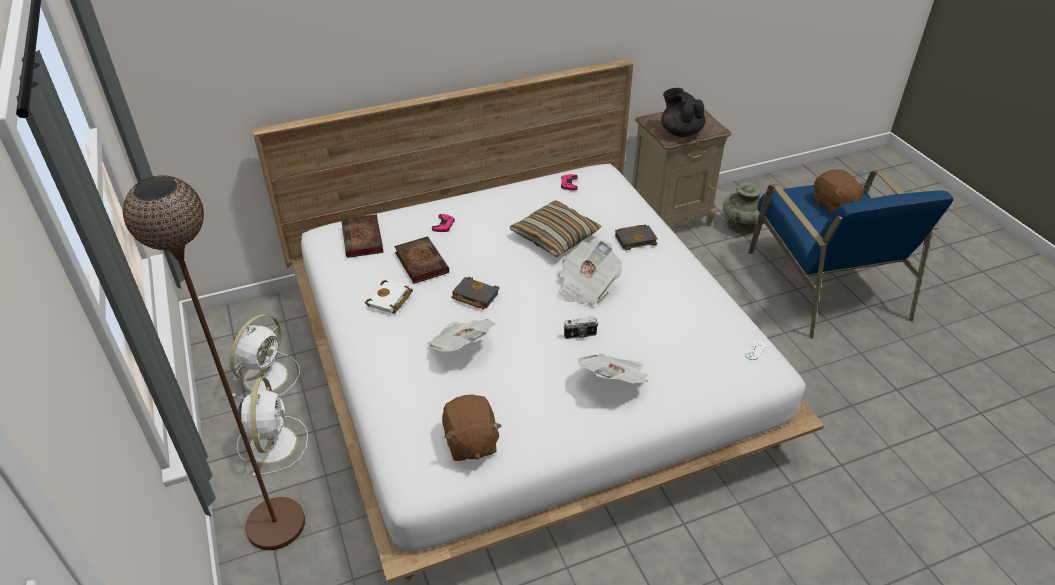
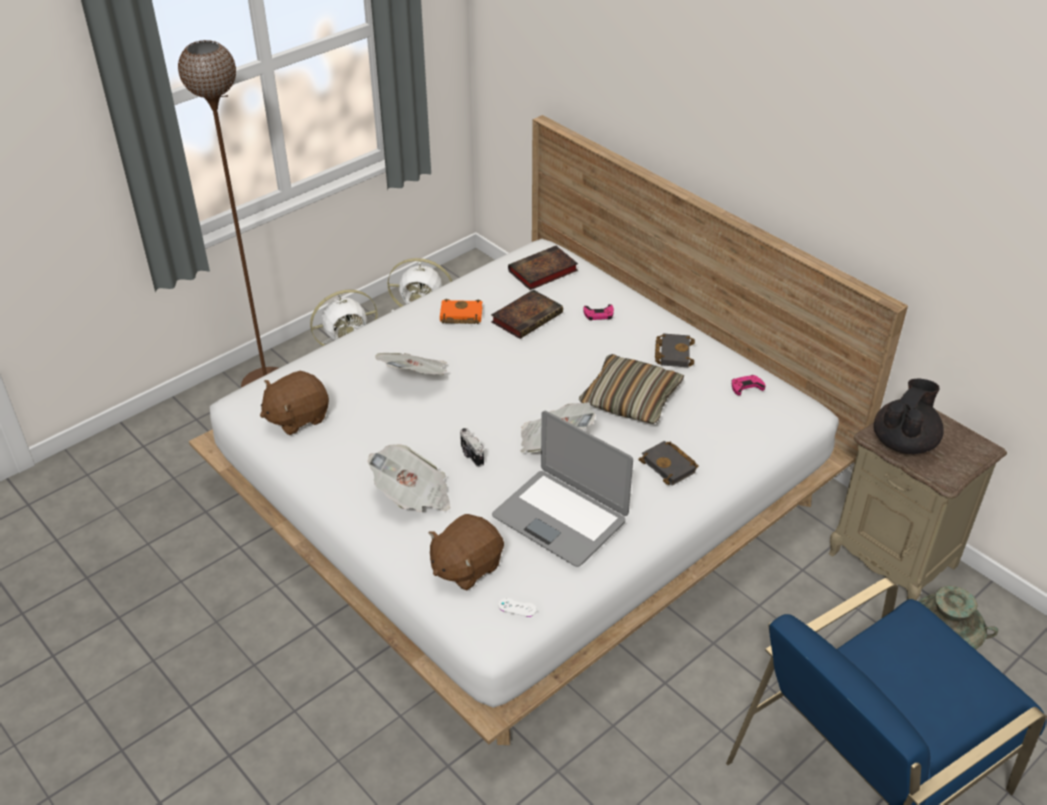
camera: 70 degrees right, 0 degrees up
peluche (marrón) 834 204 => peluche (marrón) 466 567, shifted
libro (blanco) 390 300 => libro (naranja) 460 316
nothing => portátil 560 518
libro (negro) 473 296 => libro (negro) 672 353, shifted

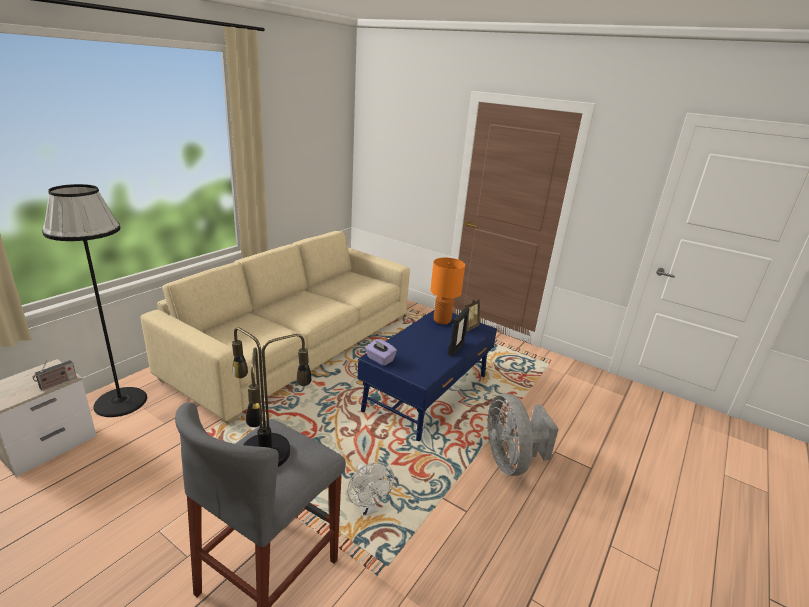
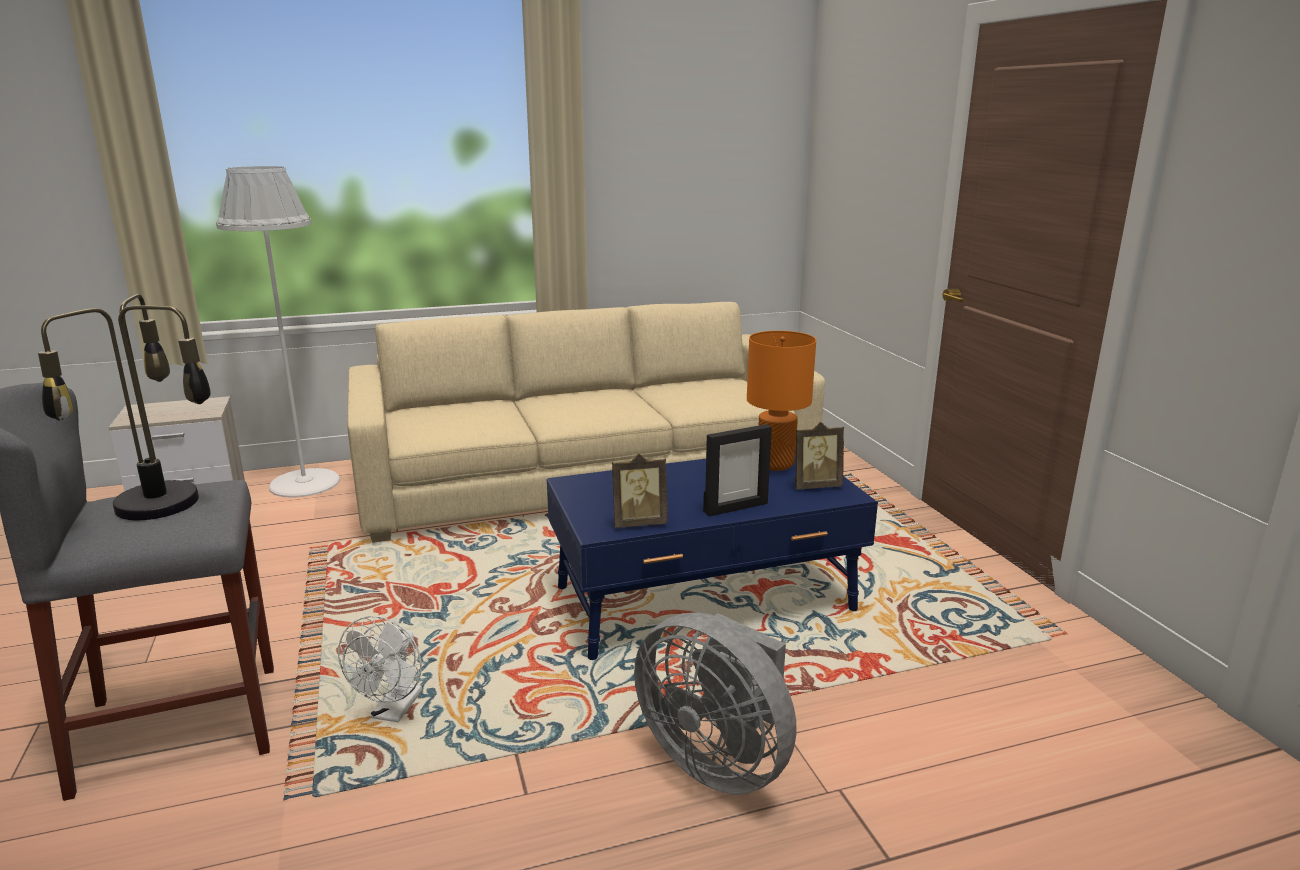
camera: 40 degrees right, 5 degrees down
lámpara de pie (negro) 120 401 => lámpara de pie (blanco) 305 483
nothing => portarretratos 639 523
ventilador (gris) 510 460 => ventilador (gris) 718 760, 75 degrees counterclockwise
radio 56 383 => nothing
caja de pañuelos (morado) 380 359 => nothing

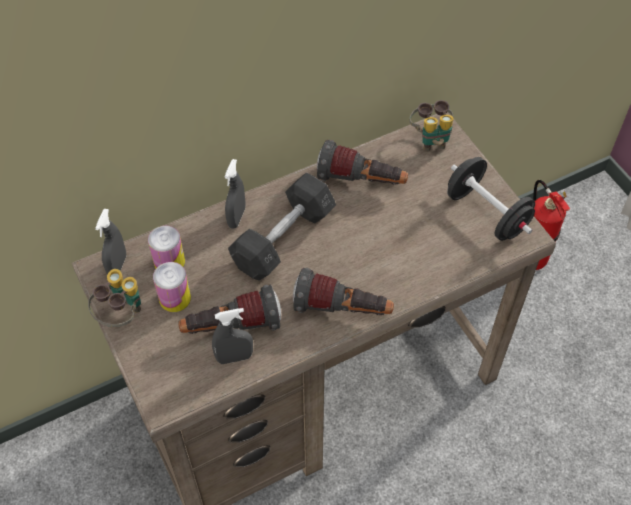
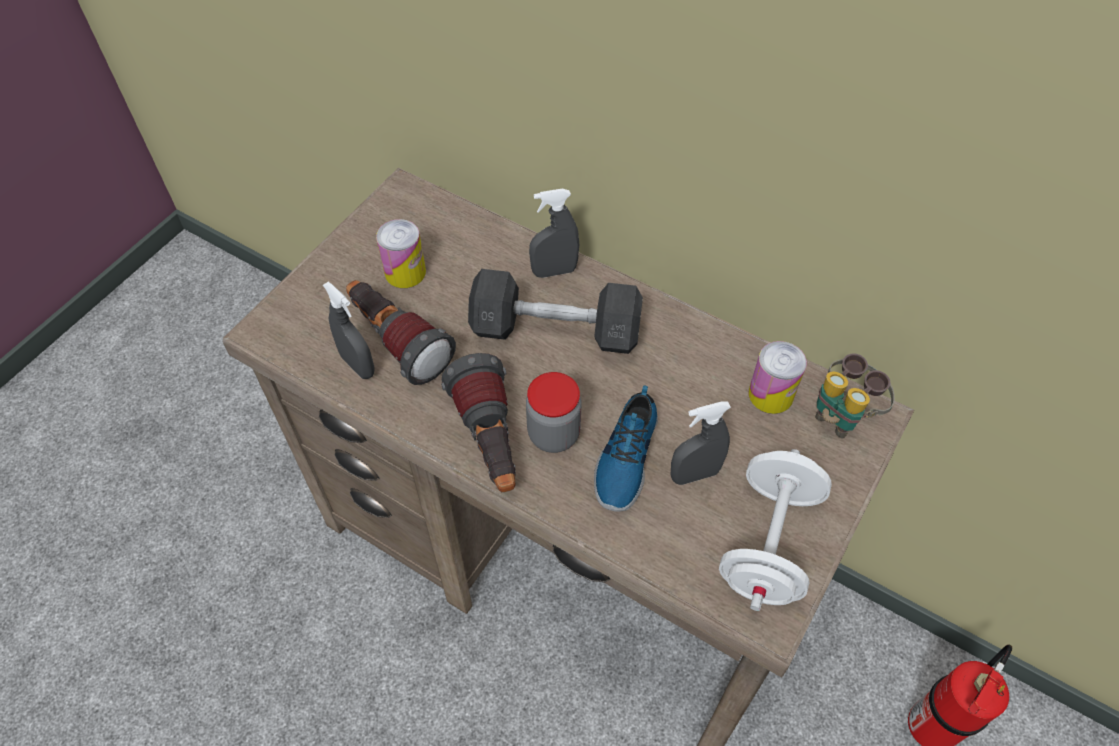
camera: 60 degrees right, 0 degrees up
nothing => tarro 553 434
nothing => zapato 624 458
pulverizador (gris) 117 266 => pulverizador (gris) 694 474, shifted
mancuerna (negro) 486 213 => mancuerna (blanco) 768 544
lata 169 262 => lata 770 394, shifted
prismáticos 121 315 => nothing
linterna 361 181 => nothing

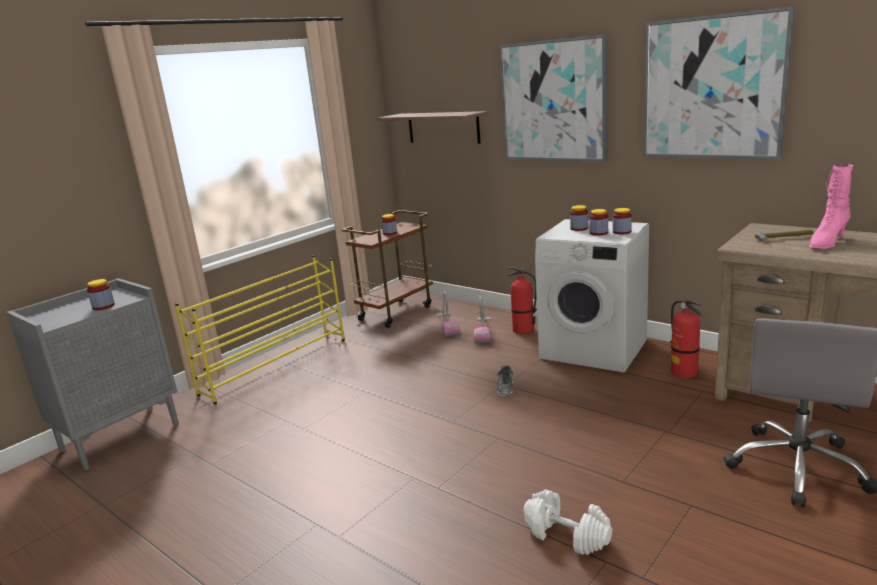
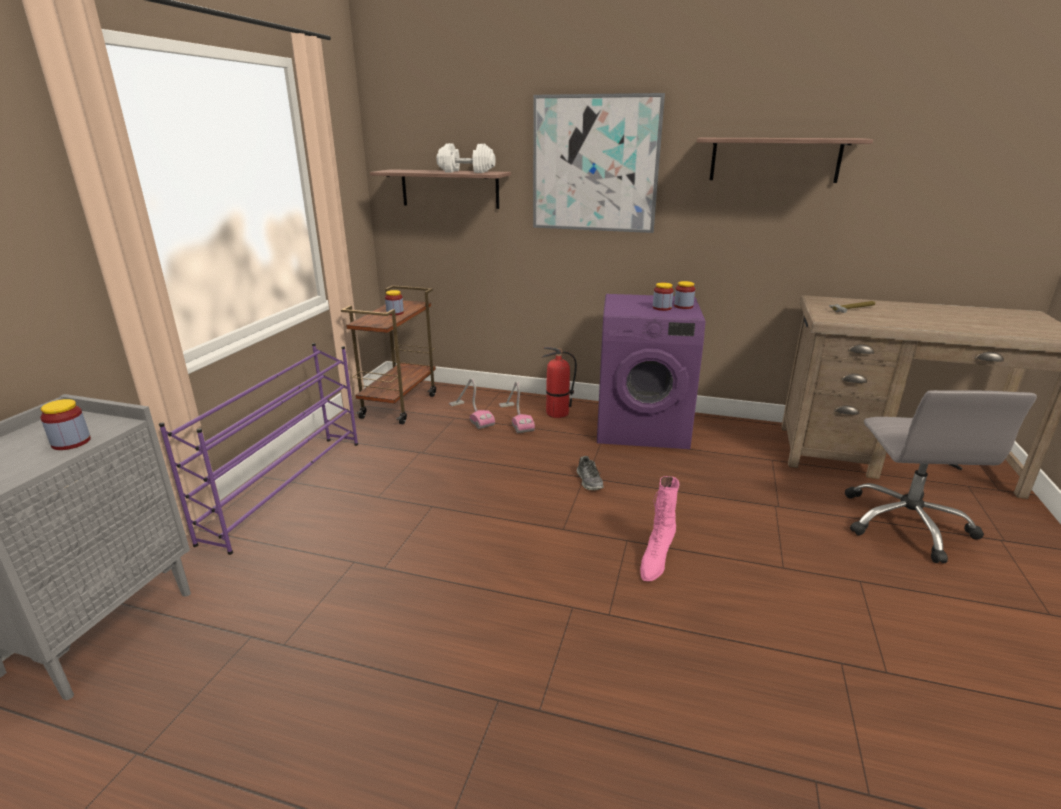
camera: 25 degrees left, 5 degrees up
zapatero (amarillo) 277 365 => zapatero (morado) 288 488
mancuerna (blanco) 566 535 => mancuerna (blanco) 466 172, shifted
lavadora (blanco) 592 349 => lavadora (morado) 642 428
bota (rosa) 826 242 => bota (rosa) 655 560, shifted
cuadro 713 88 => estante 774 159
tarro 579 228 => nothing
extintor 684 372 => nothing

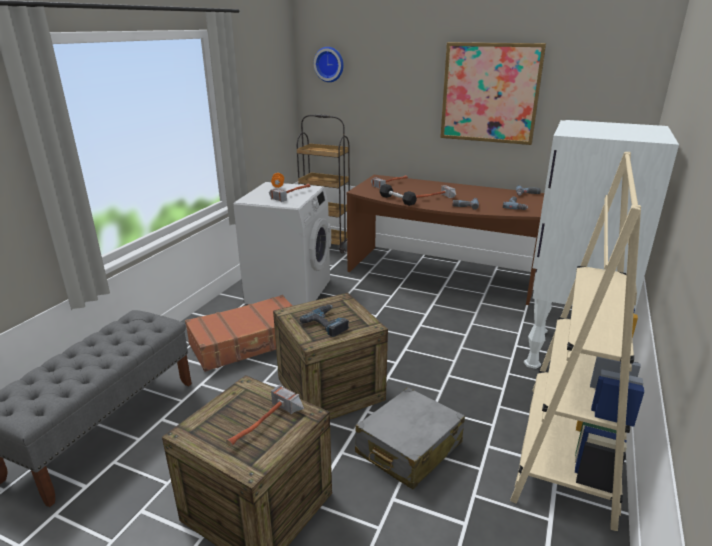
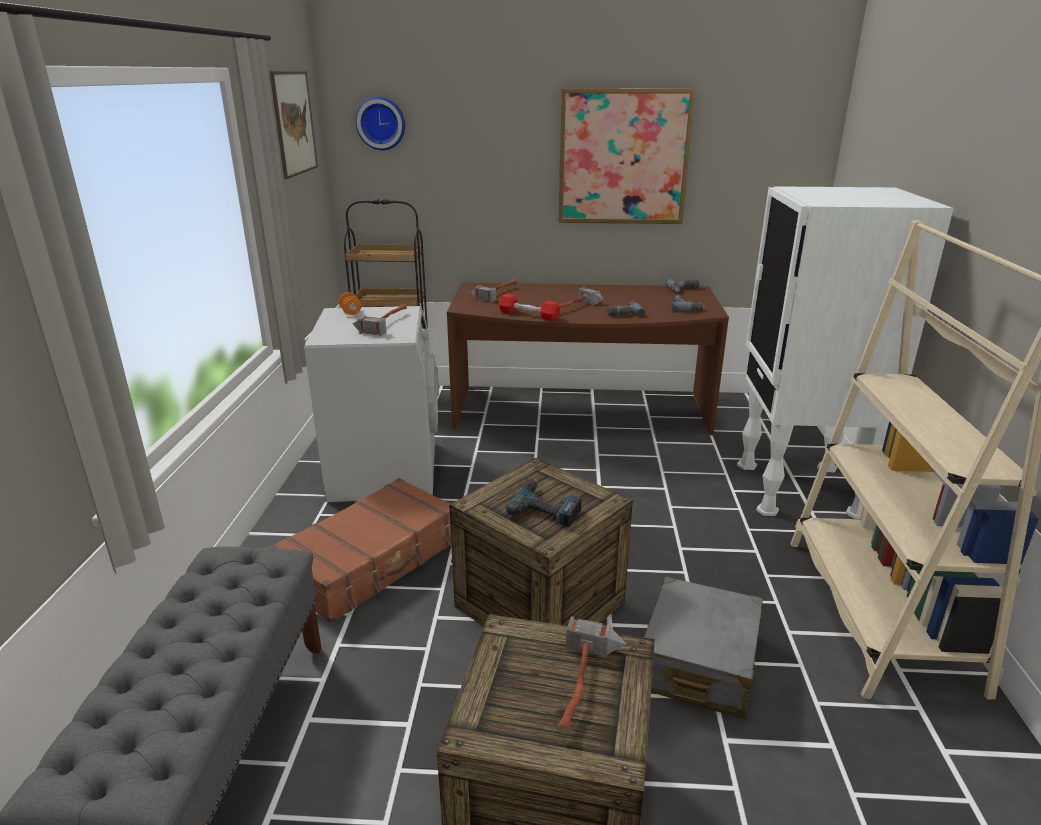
camera: 20 degrees left, 0 degrees up
nothing => cuadro 294 123
mancuerna (negro) 397 200 => mancuerna (rojo) 528 315

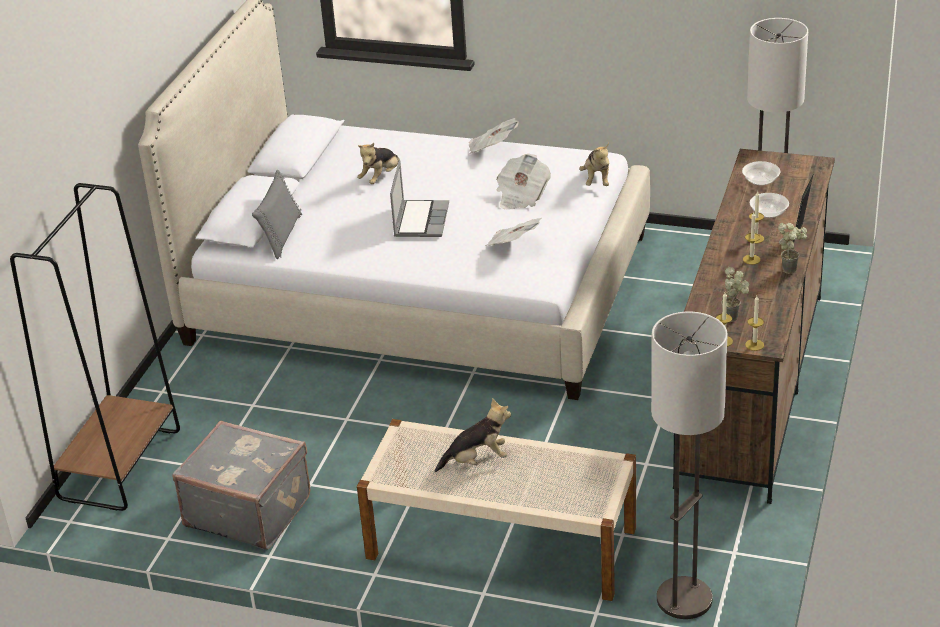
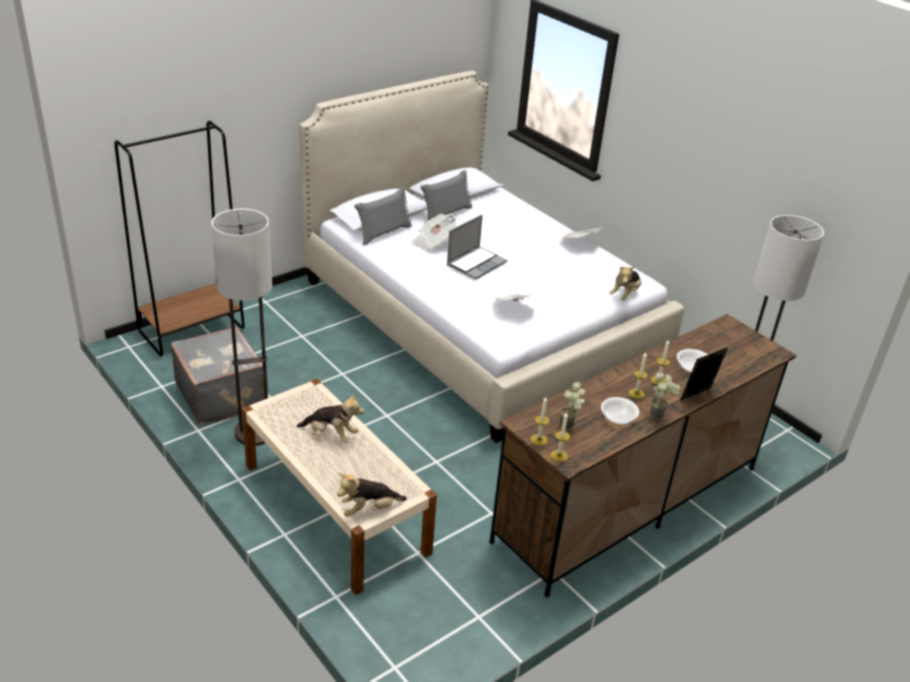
camera: 30 degrees right, 0 degrees up
lámpara de pie 684 599 => lámpara de pie 254 432, shifted
peluche 380 177 => peluche 369 509, shifted
periódico 521 196 => periódico 433 242, shifted
nothing => cojín (gris) 446 214
cuenco 760 181 => cuenco 618 418, shifted

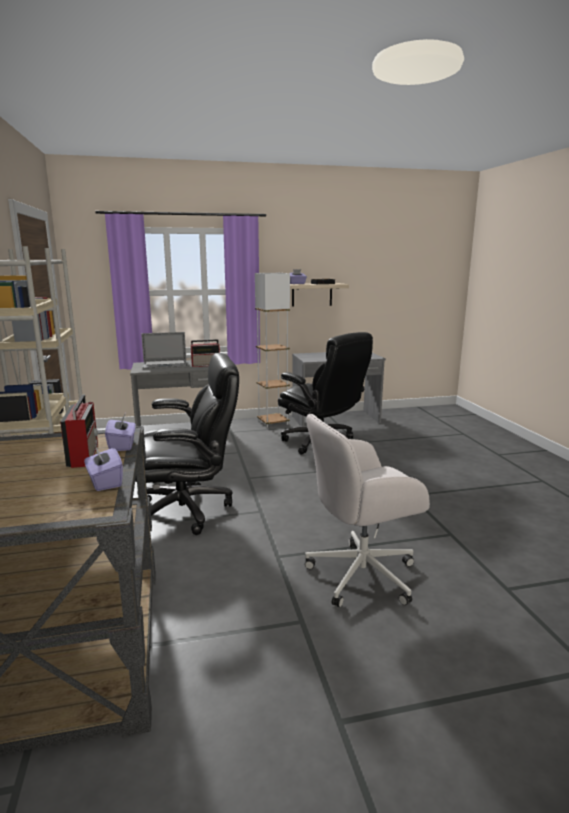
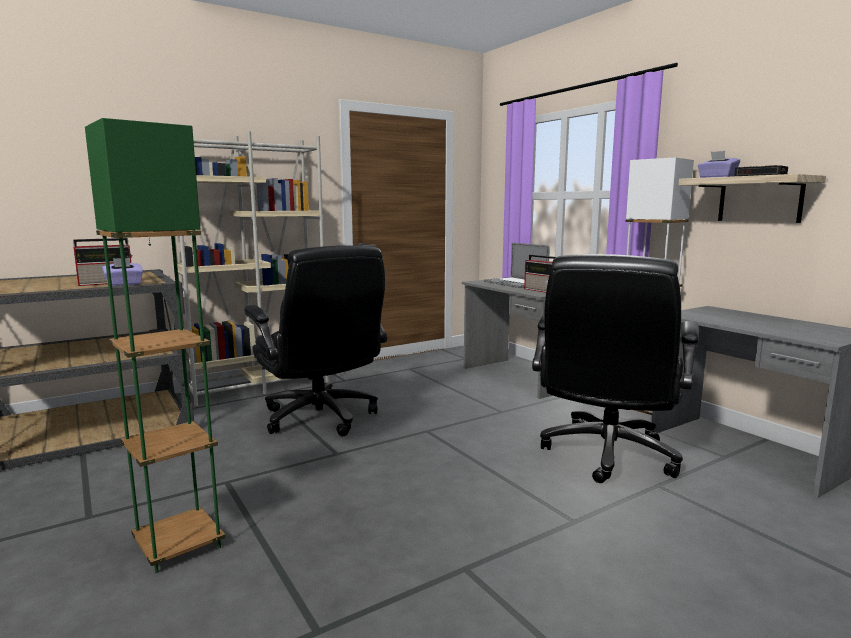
camera: 70 degrees right, 5 degrees down
silla de oficina (blanco) 362 575 => lámpara de pie (verde) 179 545
caja de pañuelos (morado) 104 482 => nothing

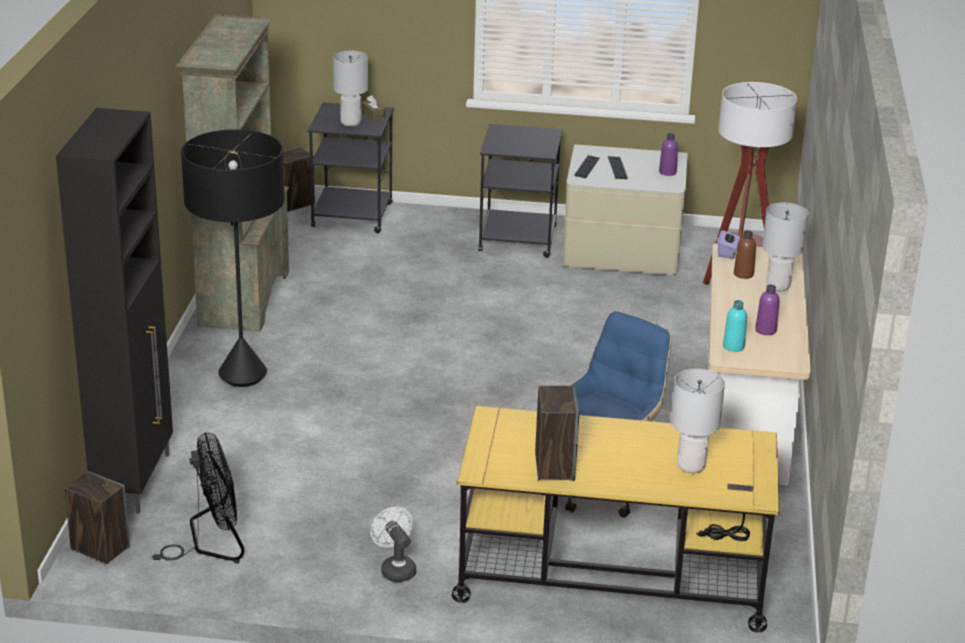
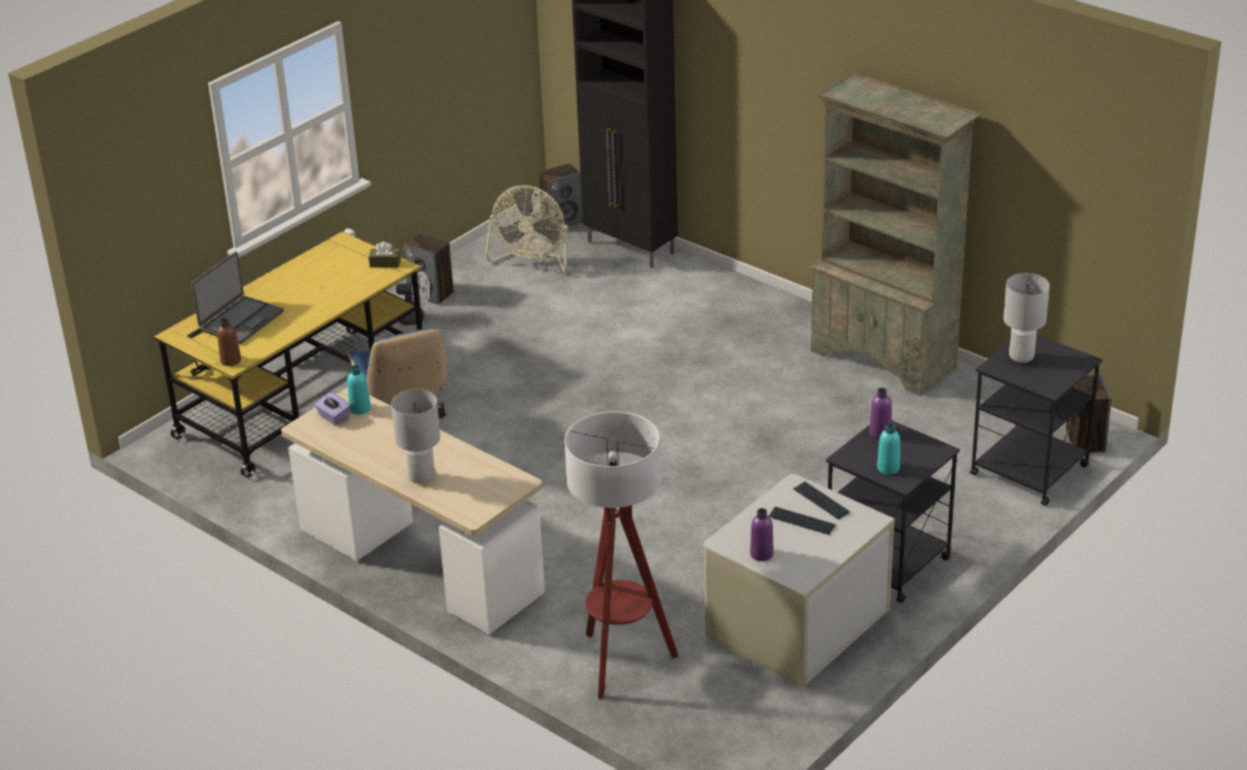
camera: 125 degrees right, 5 degrees up
lámpara de mesa (gris) 690 468 => portátil 241 321
botella (marrón) 743 274 => botella (marrón) 231 360, shifted
caja de pañuelos (morado) 727 252 => caja de pañuelos (morado) 333 417, shifted
caja de pañuelos (marrón) 373 115 => caja de pañuelos (marrón) 385 263, shifted
altavoz 554 466 => altavoz 431 294, shifted
ventilador (negro) 209 537 => ventilador (beis) 531 260
botella (morado) 765 330 => botella (morado) 880 432, shifted
nothing => botella (turquesa) 888 468
lámpara de pie (negro) 243 377 => nothing

